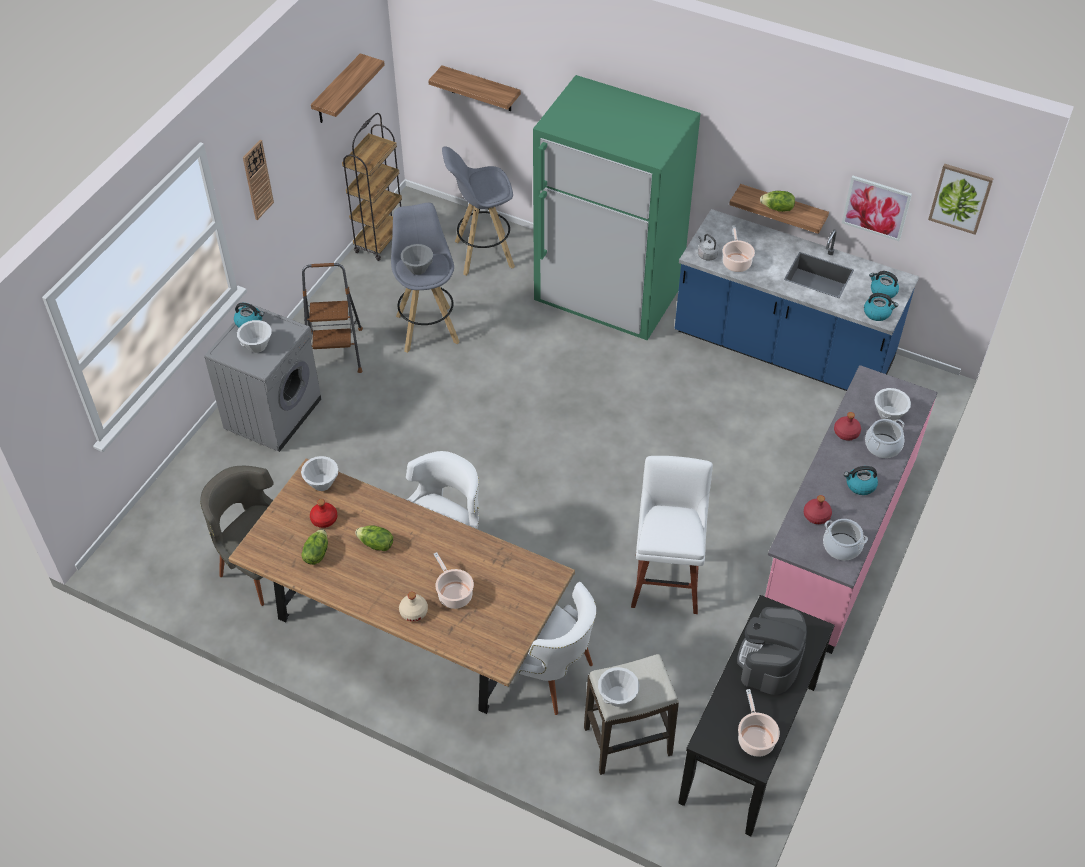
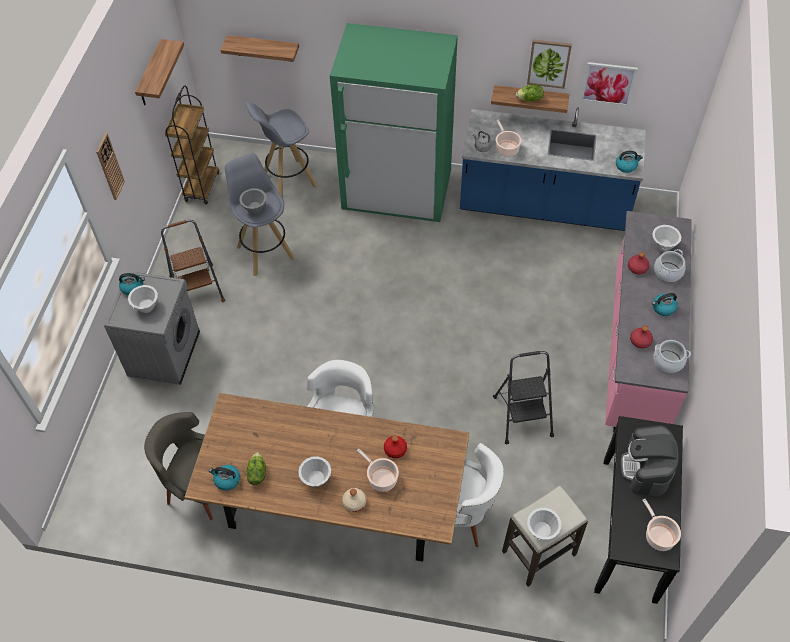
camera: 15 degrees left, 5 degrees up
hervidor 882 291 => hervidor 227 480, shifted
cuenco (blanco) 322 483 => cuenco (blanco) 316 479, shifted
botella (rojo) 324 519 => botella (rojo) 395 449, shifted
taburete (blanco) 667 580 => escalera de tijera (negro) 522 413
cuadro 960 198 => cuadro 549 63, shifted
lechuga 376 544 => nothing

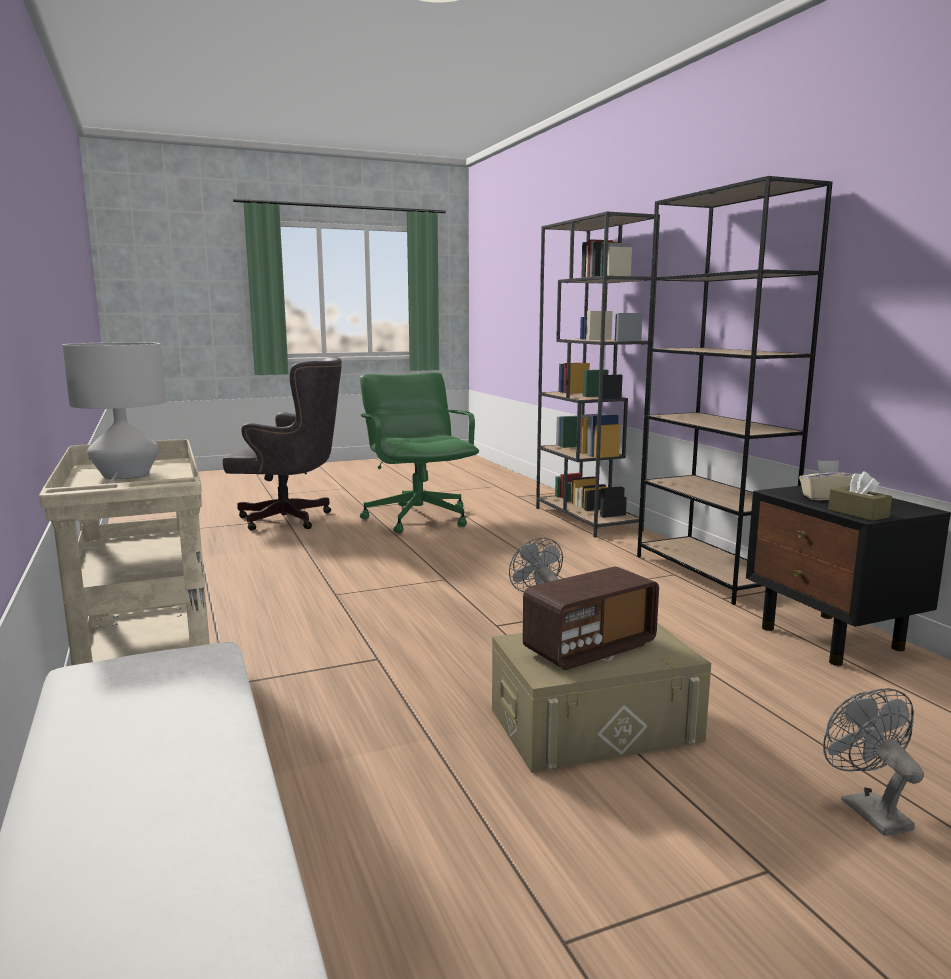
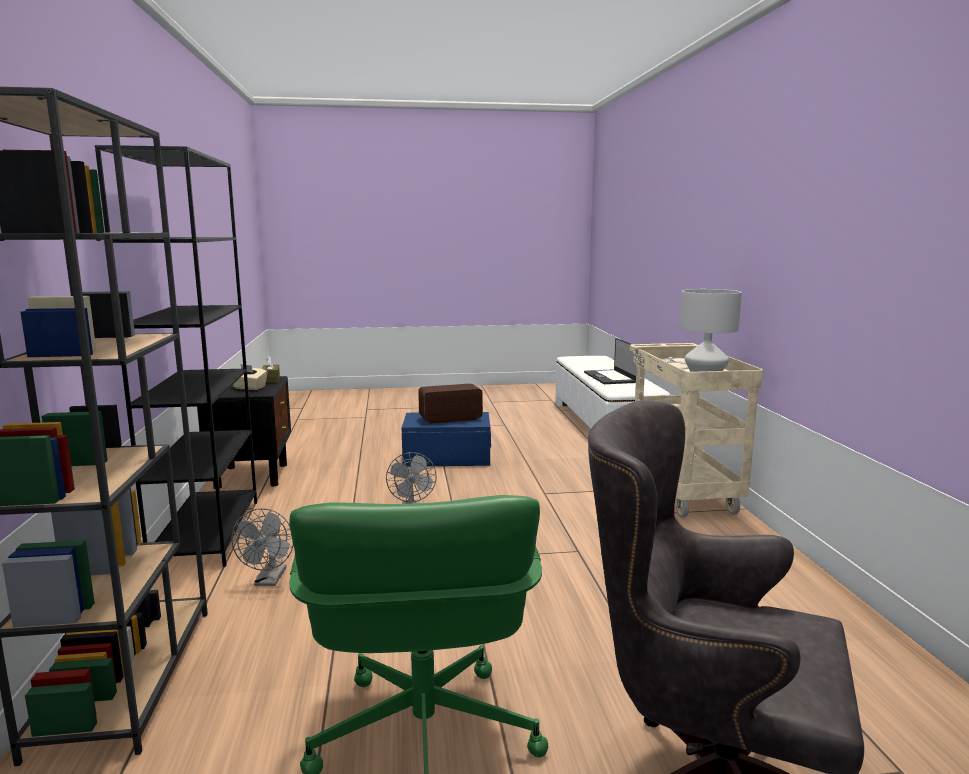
camera: 165 degrees left, 0 degrees up
estantería (beis) 710 574 => estantería (negro) 207 532
ventilador (gris) 867 809 => ventilador (gris) 269 580, shifted
caja de almacenaje (beis) 594 725 => caja de almacenaje (azul) 447 456
nothing => portátil 611 377

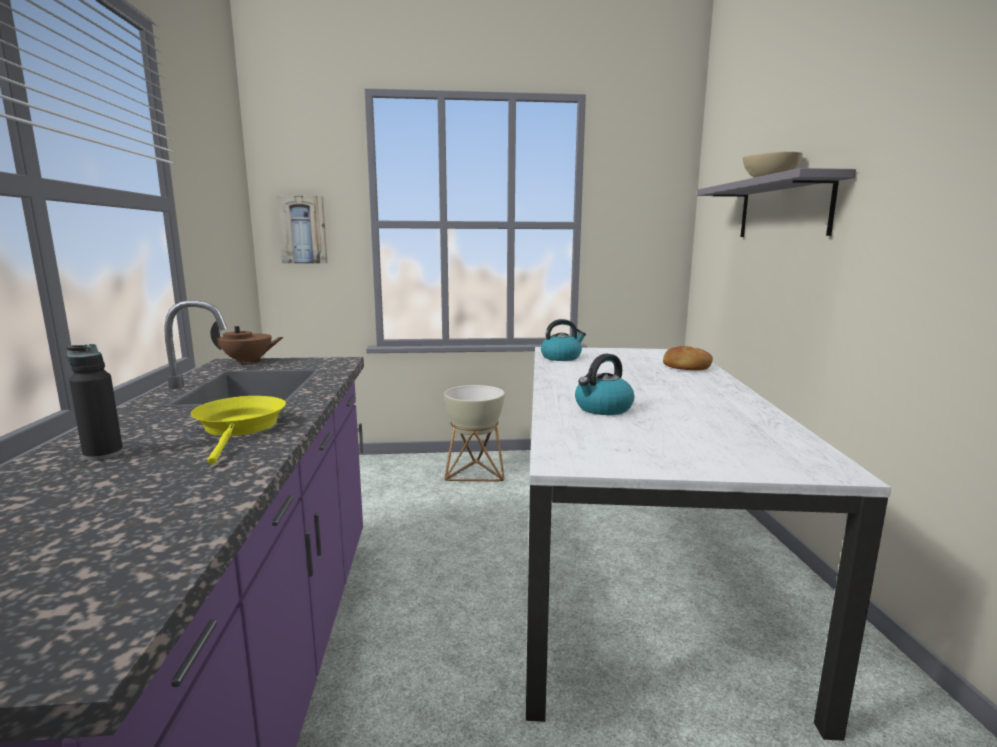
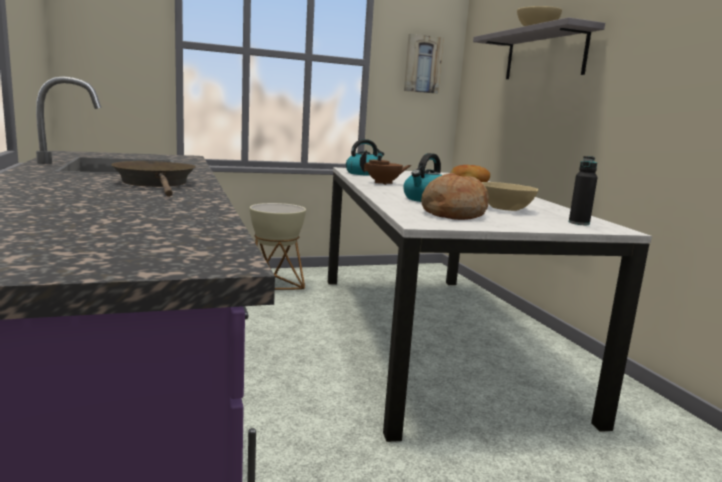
camera: 15 degrees left, 0 degrees up
sartén (amarillo) 240 428 => sartén (marrón) 156 183
tetera (marrón) 248 362 => tetera (marrón) 383 183, shifted
cuadro 303 230 => cuadro 422 64, shifted
nothing => pan 452 214
nothing => cuenco (beis) 505 209
botella (negro) 103 454 => botella (negro) 579 223, shifted

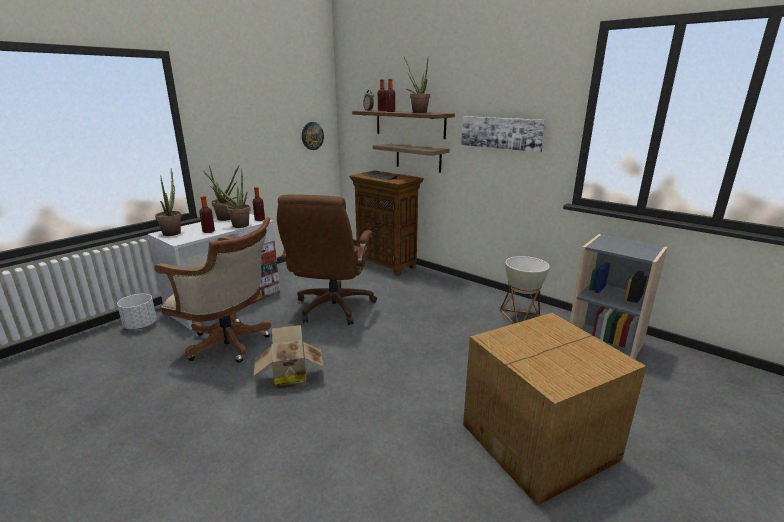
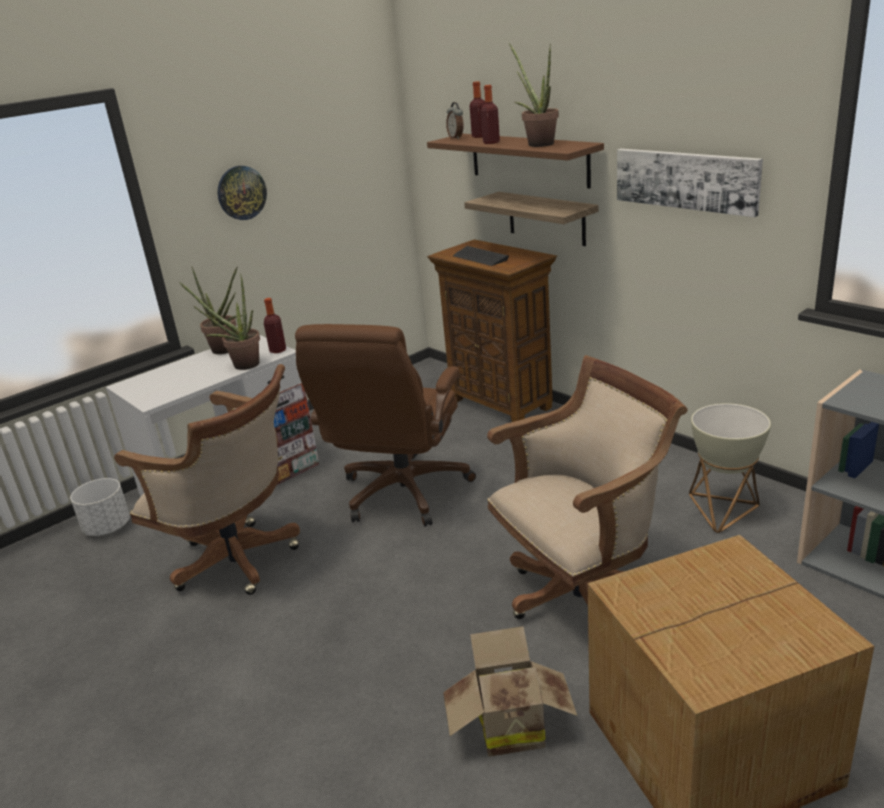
camera: 10 degrees right, 5 degrees up
reloj de pared 312 136 => reloj de pared 241 192, shifted
caja de cartón 289 377 => caja de cartón 508 726, shifted
nothing => silla de oficina 584 592
planta en maceta 173 232 => nothing
botella 208 231 => nothing

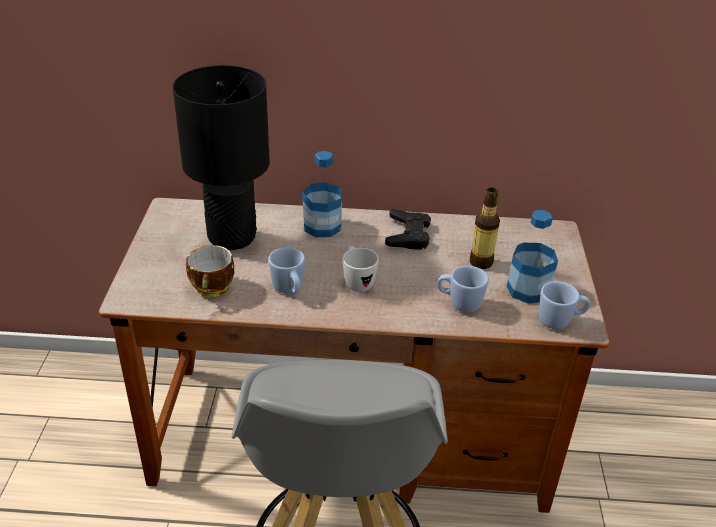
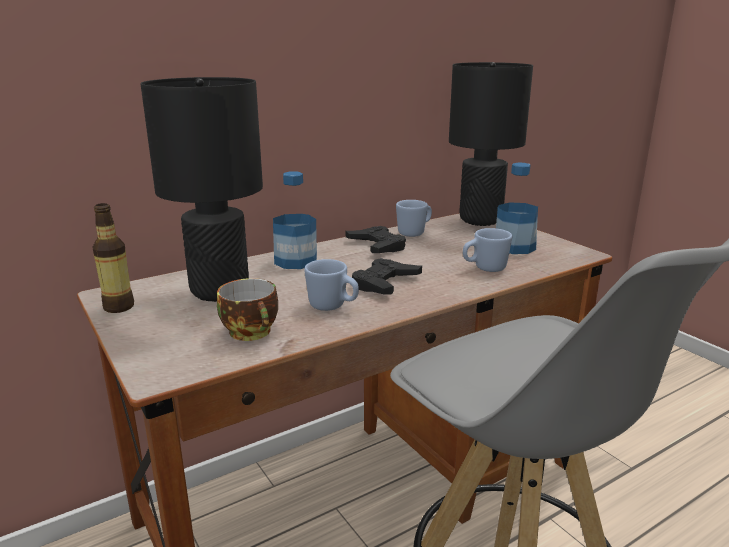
camera: 35 degrees left, 15 degrees down
botella 481 262 => botella 119 307, shifted
taza grande (blanco) 356 282 => mando de consola (negro) 384 283
taza grande (azul) 560 321 => taza grande (azul) 414 232, shifted
nothing => lámpara de mesa (negro) 480 223

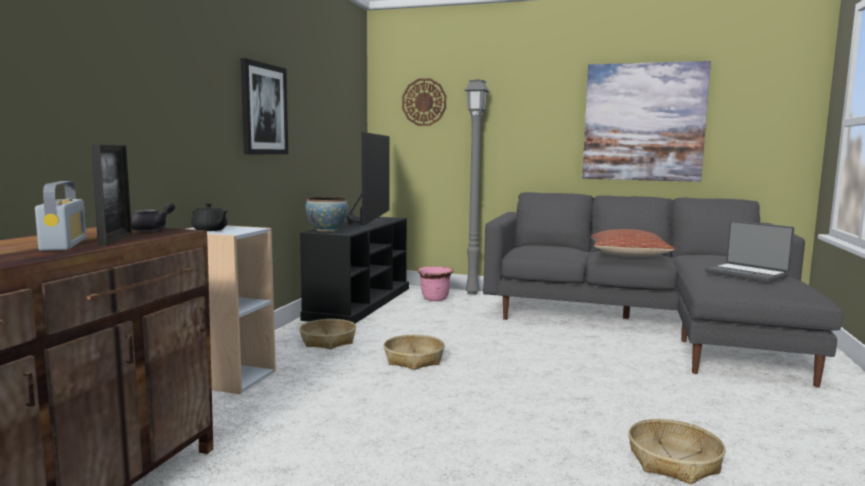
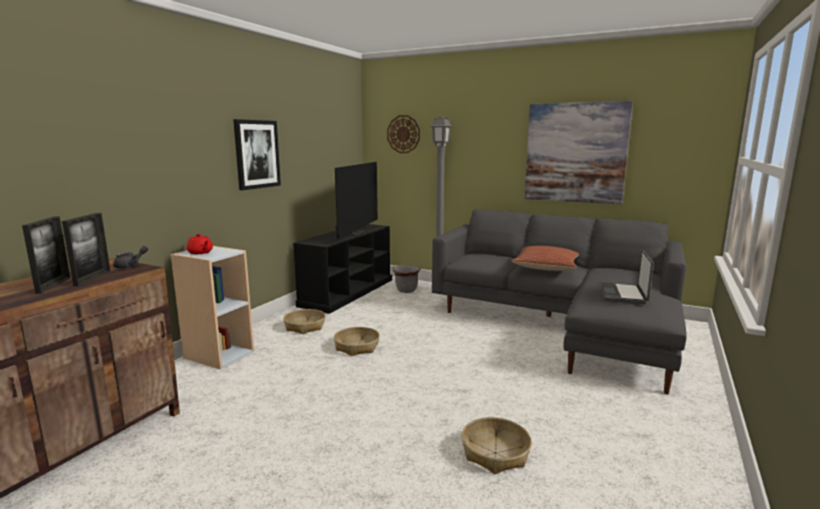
camera: 10 degrees right, 5 degrees up
radio 64 244 => portarretratos 53 285
tetera (negro) 210 230 => tetera (rojo) 200 252
maceta (rosa) 435 298 => maceta (gris) 406 290
portátil 747 274 => portátil 623 294, 45 degrees clockwise
cuenco 327 230 => nothing

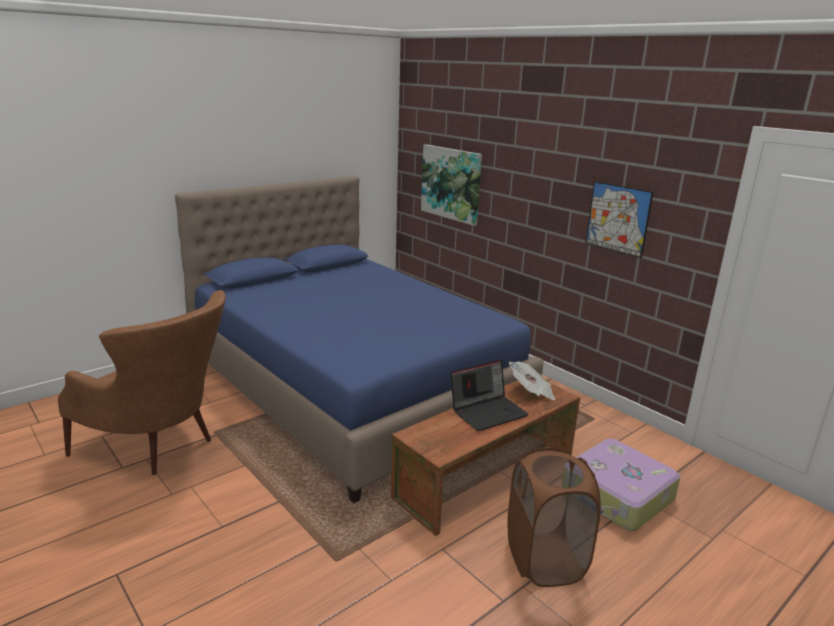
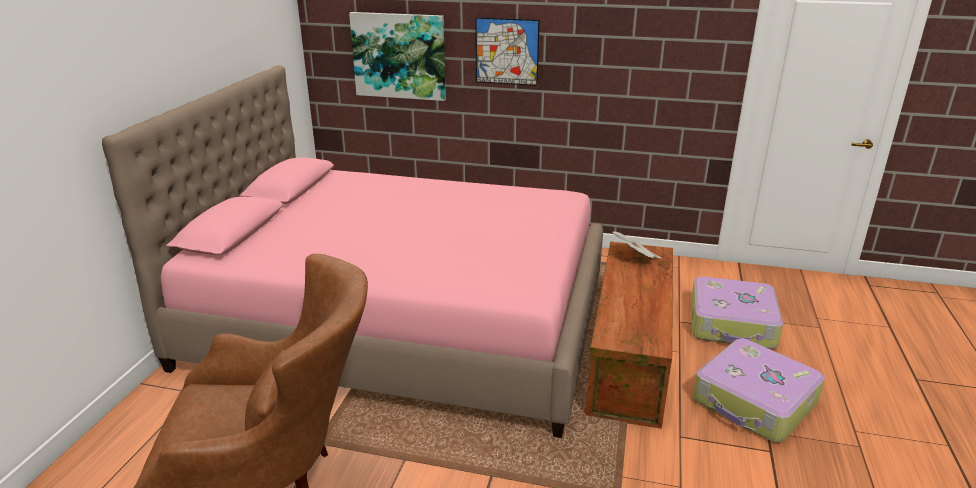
camera: 35 degrees left, 5 degrees up
cama (azul) 353 385 => cama (rosa) 401 322
cuadro 618 218 => cuadro 506 51, shifted
cesto de la ropa (marrón) 545 560 => maleta 754 402
portátil 488 411 => nothing

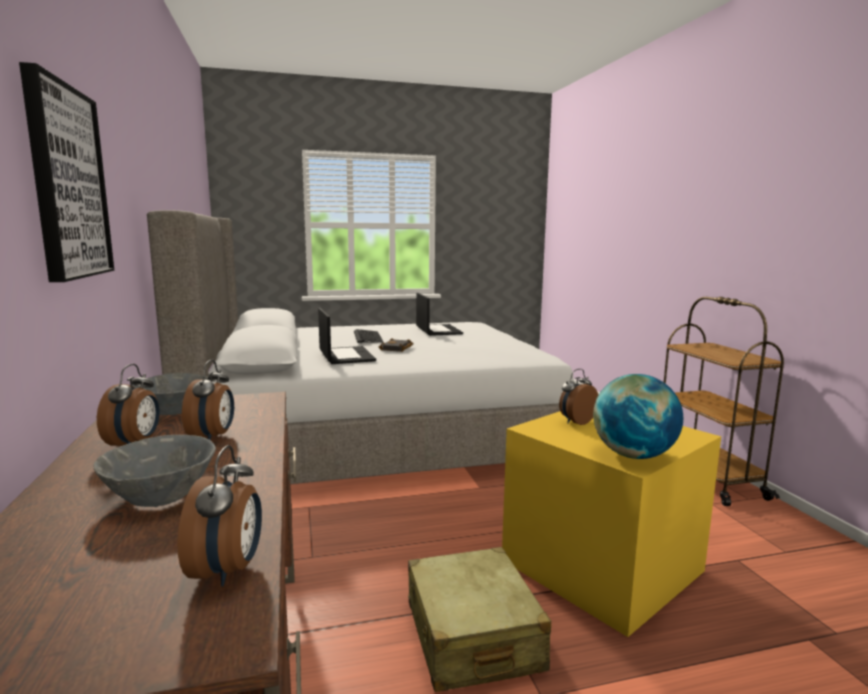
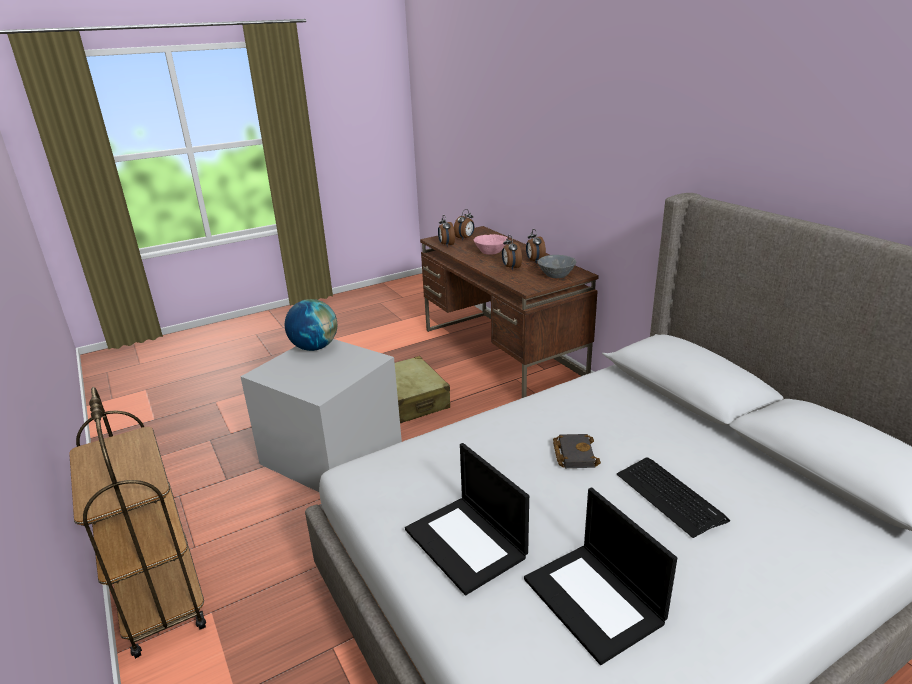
camera: 165 degrees right, 15 degrees up
caja de almacenaje (amarillo) 602 567 => caja de almacenaje (gris) 331 452
portátil 345 355 => portátil 467 543, shifted
despertador 575 421 => despertador 465 238, shifted
cuenco (gris) 160 494 => cuenco (rosa) 491 252
cuadro 67 183 => nothing

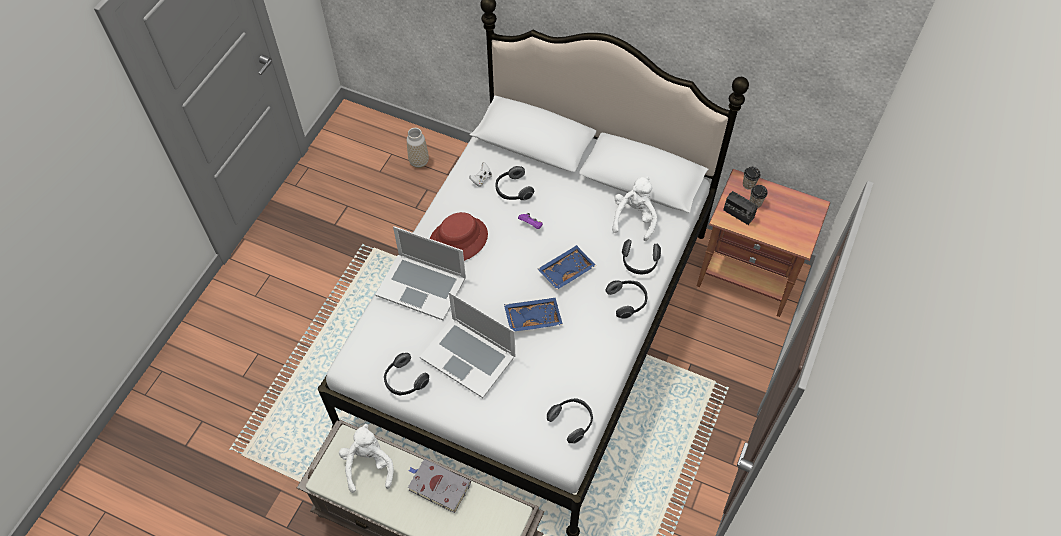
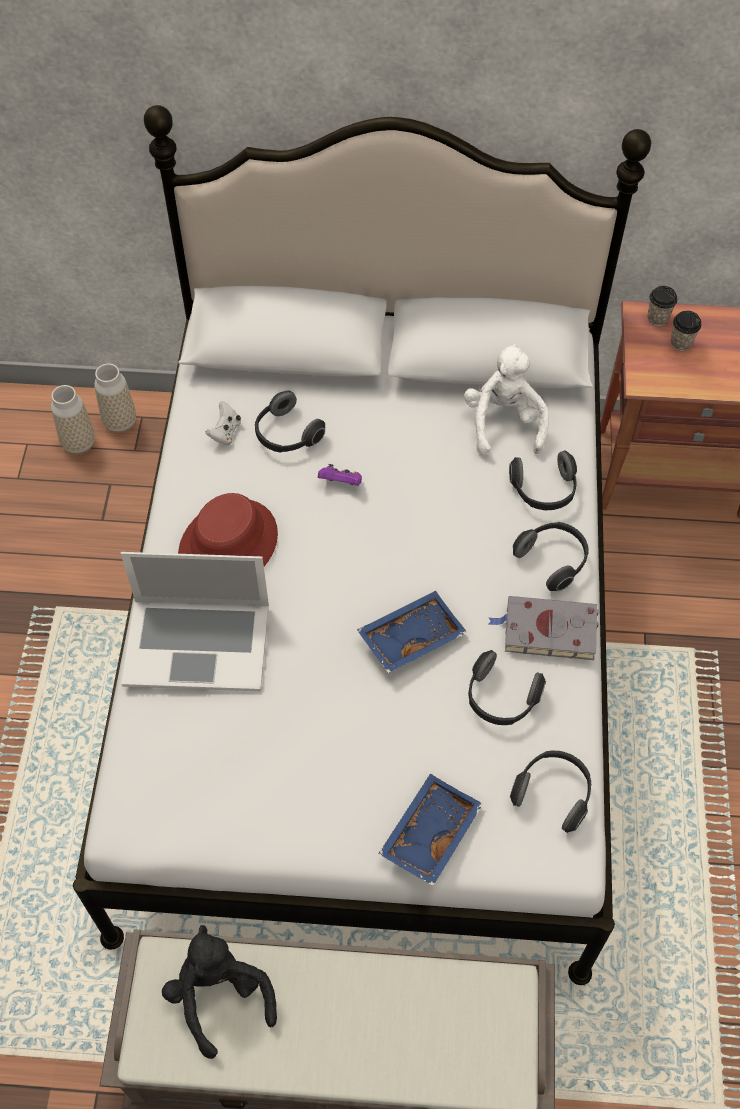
camera: 20 degrees left, 0 degrees up
nothing => florero 120 423
peluche (blanco) 368 465 => peluche (negro) 220 995
bandeja (azul) 566 270 => bandeja (azul) 428 832, shifted
auriculares 404 381 => auriculares 500 699, shifted
libro (gris) 438 486 => libro (gris) 546 631, shifted
portátil 468 356 => nothing
radio 738 214 => nothing

